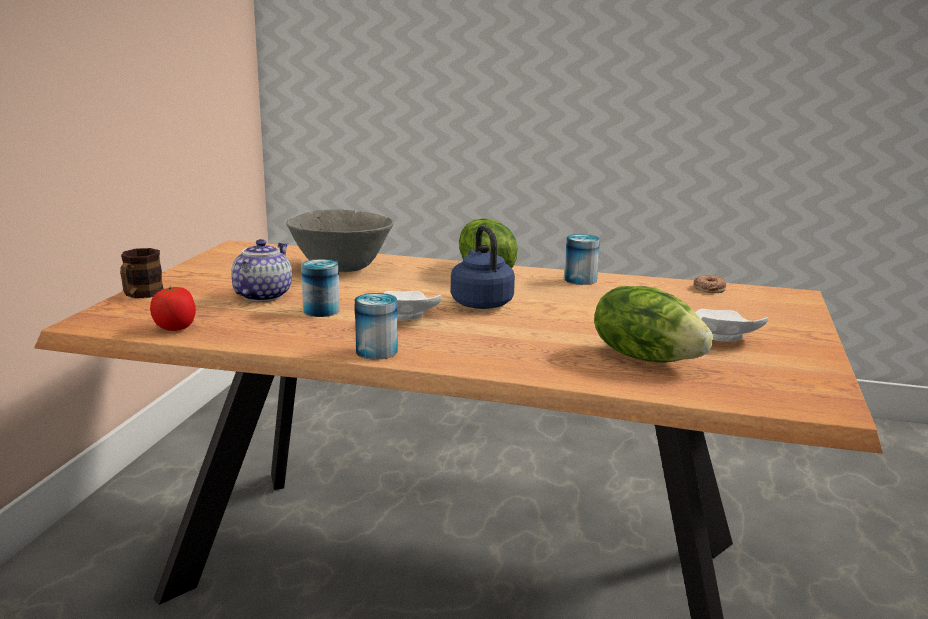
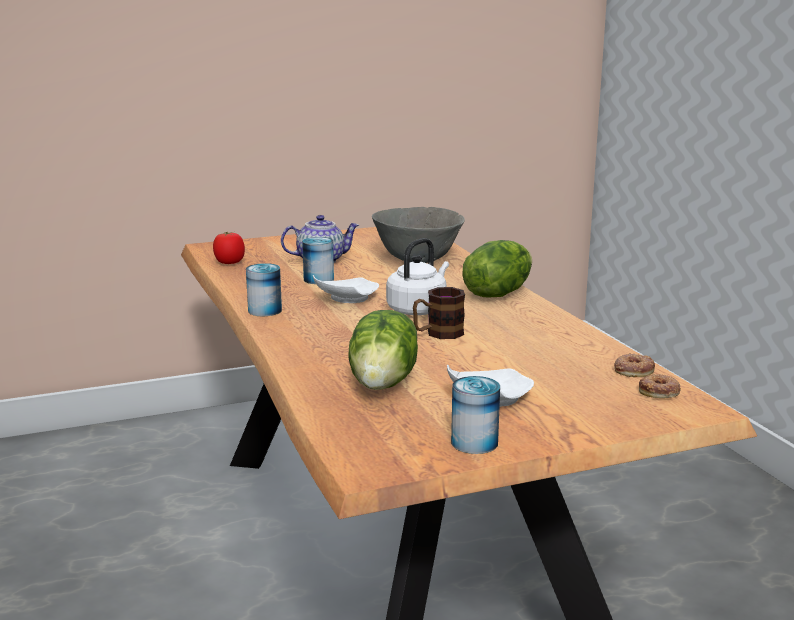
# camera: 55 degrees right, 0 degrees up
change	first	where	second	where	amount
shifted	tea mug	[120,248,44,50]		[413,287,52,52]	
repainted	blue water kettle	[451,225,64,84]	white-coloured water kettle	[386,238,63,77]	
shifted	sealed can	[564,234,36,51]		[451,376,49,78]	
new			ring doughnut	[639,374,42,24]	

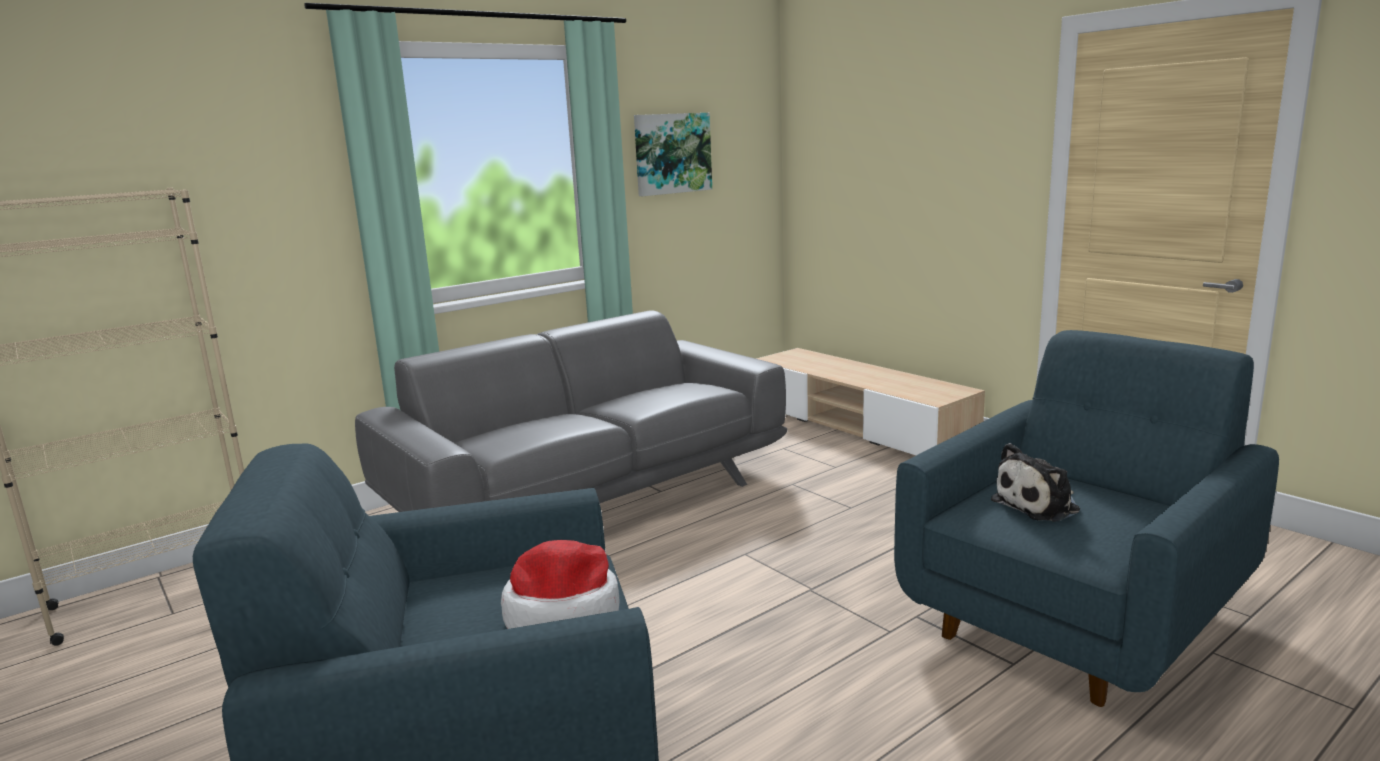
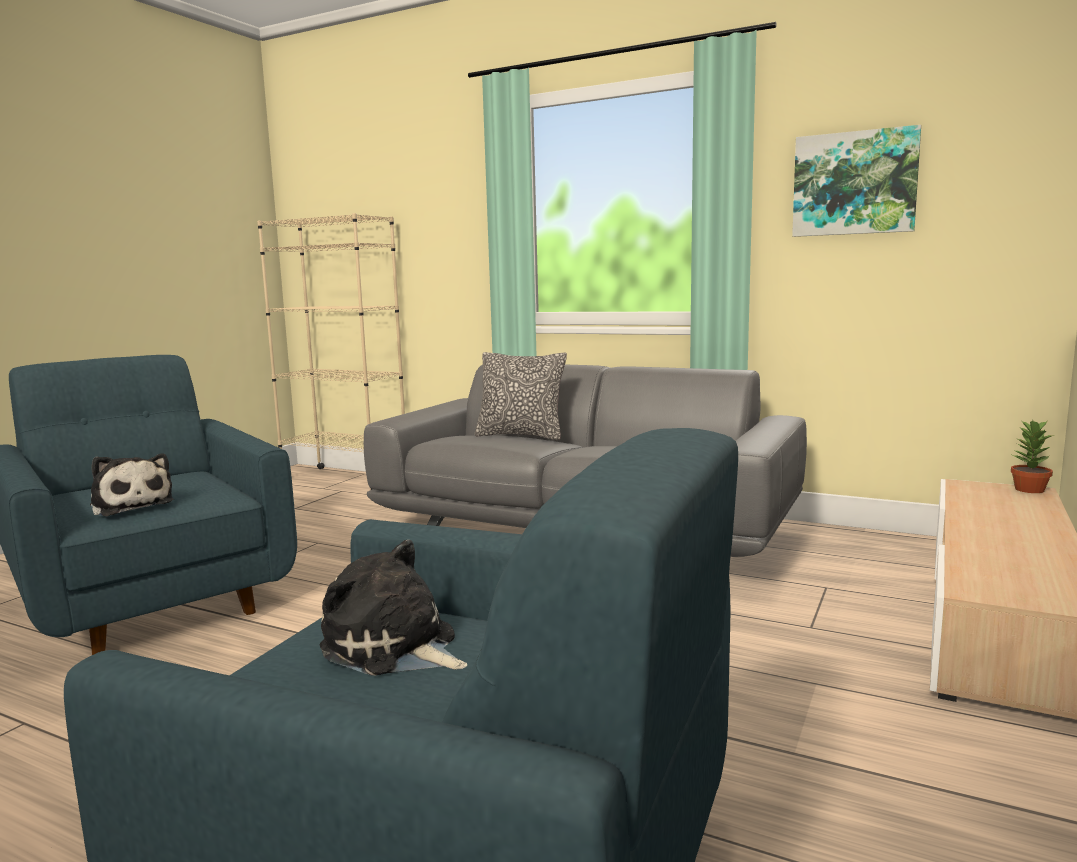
# camera: 65 degrees right, 5 degrees down
change	first	where	second	where	amount
swapped	hat	[501,540,119,89]	cuddly toy	[90,453,84,63]	
new			throw pillow	[475,352,92,88]	
new			potted plant	[1011,420,43,73]	

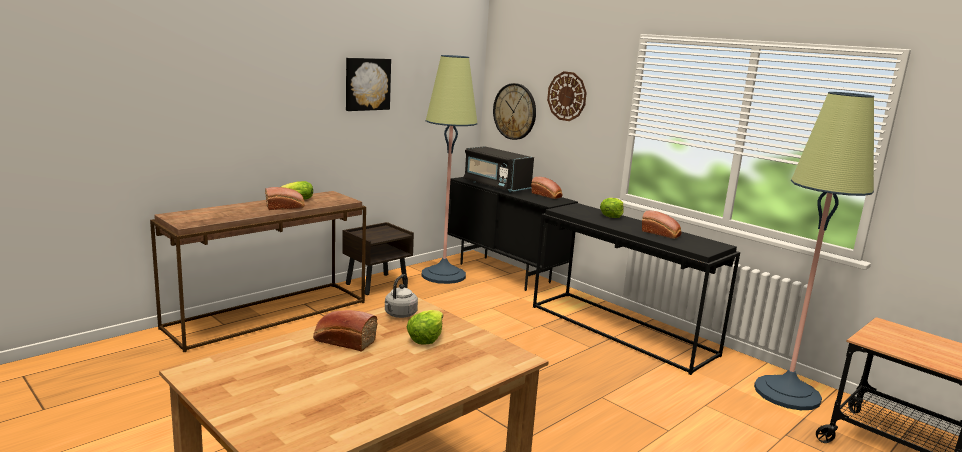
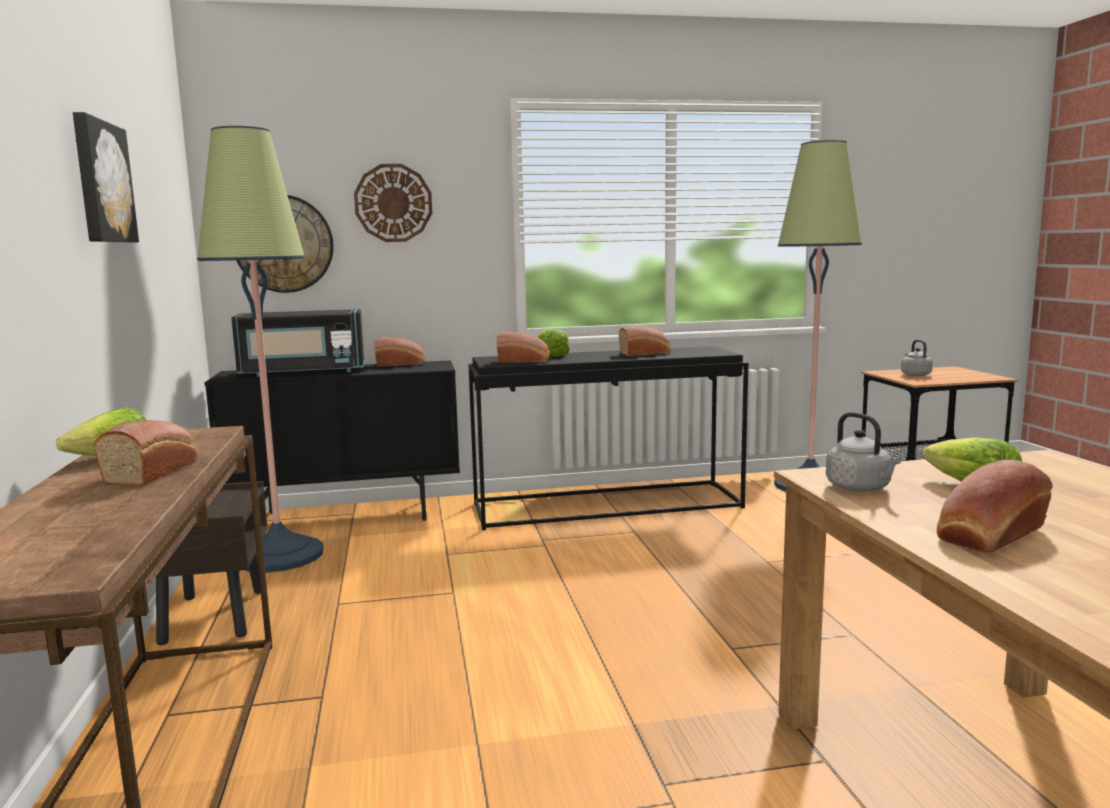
# camera: 55 degrees left, 5 degrees down
change	first	where	second	where	amount
new			baked bread	[497,332,53,31]	
new			greyish water kettle	[901,340,32,36]	

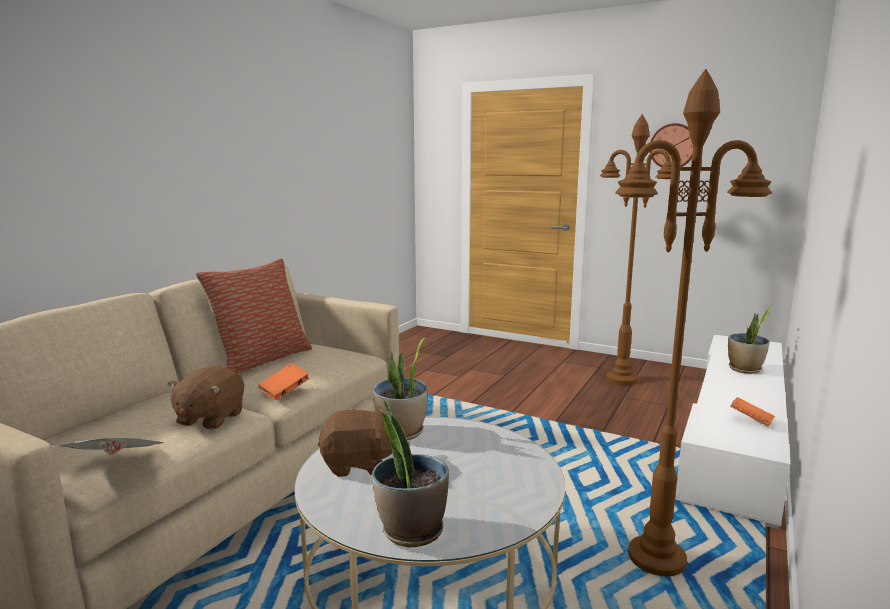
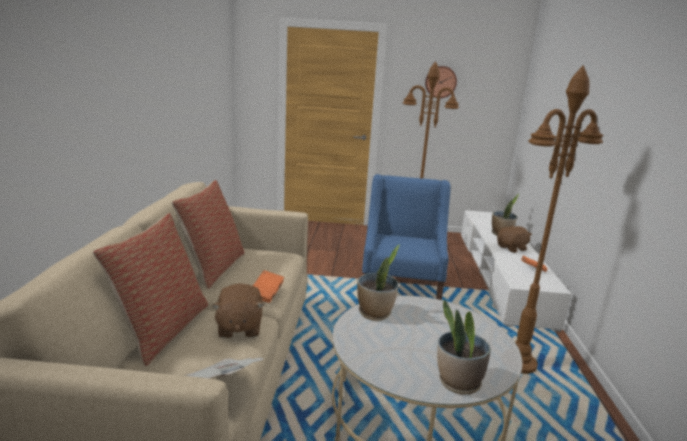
# camera: 25 degrees left, 5 degrees up
change	first	where	second	where	amount
shifted	brown-coloured cuddly toy	[318,407,74,70]		[497,225,35,28]	
new			throw pillow	[93,213,115,153]	
new			blue easy chair	[362,174,89,126]	

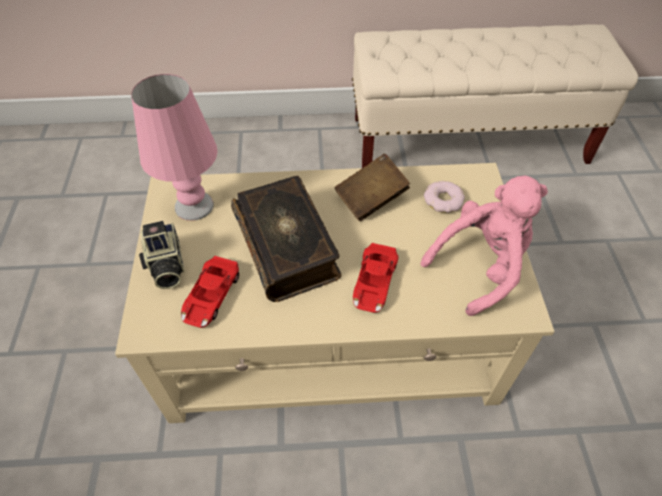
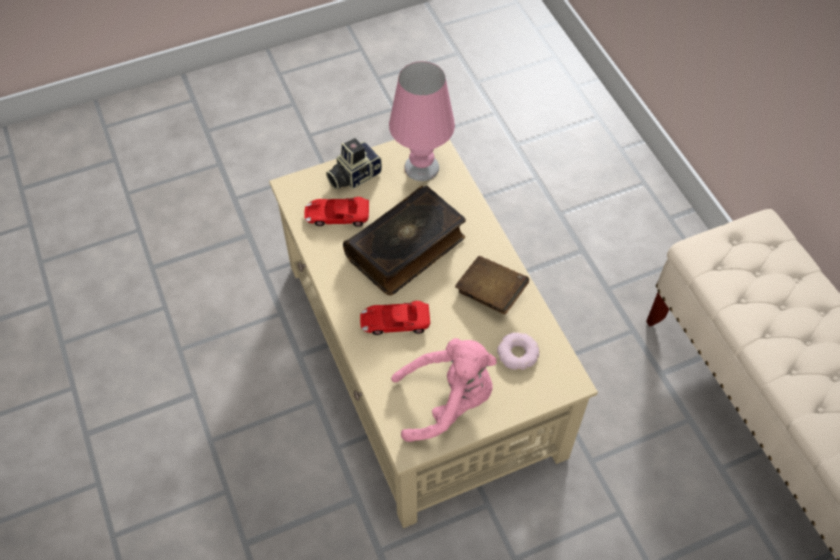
# camera: 70 degrees right, 5 degrees up
change	first	where	second	where	amount
rotated	pink cuddly toy	[420,176,128,140]		[391,338,106,104]	45 degrees counterclockwise

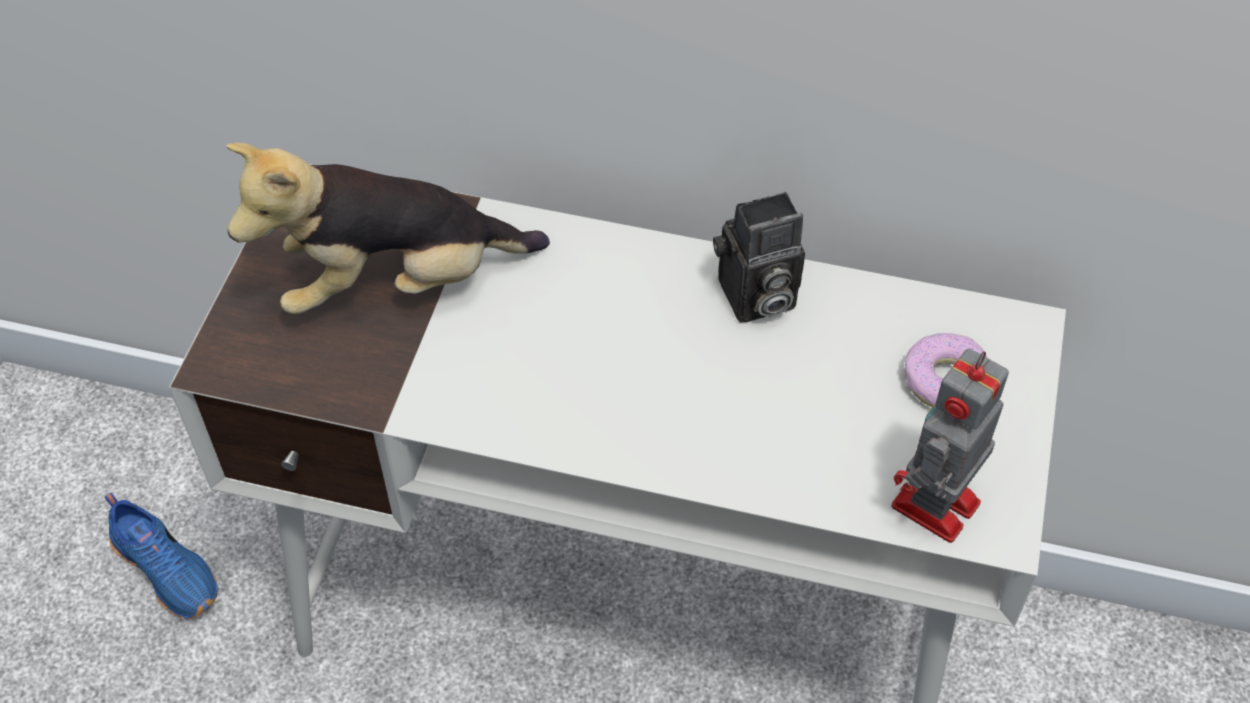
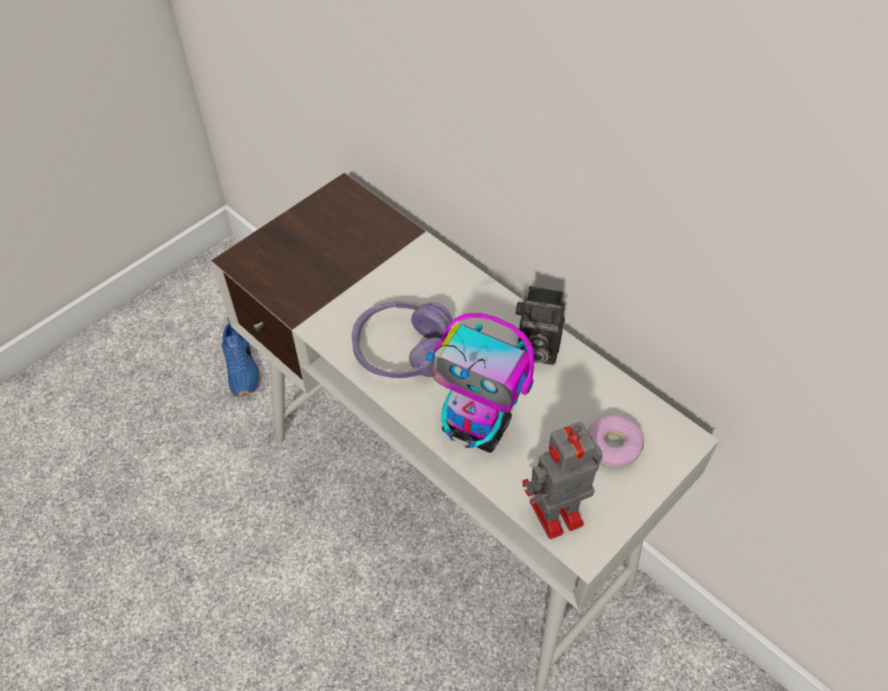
# camera: 30 degrees right, 0 degrees up
change	first	where	second	where	amount
gone	cuddly toy	[226,142,324,173]			
new			purplish pair of headphones	[352,301,100,77]	
new			robot figure	[426,313,109,140]	

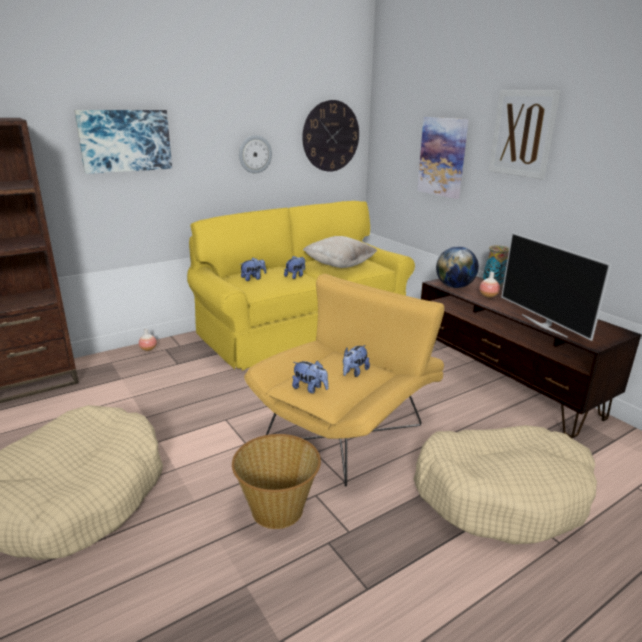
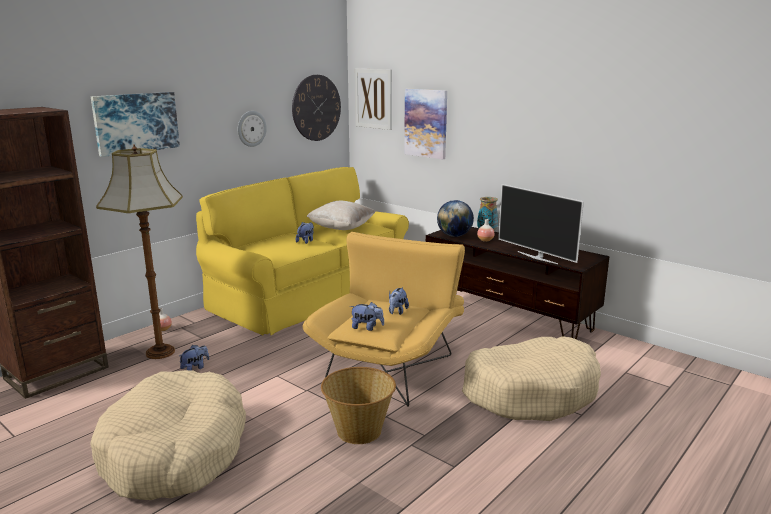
# camera: 15 degrees left, 5 degrees down
change	first	where	second	where	amount
shifted	cuddly toy	[241,258,25,23]		[179,345,30,25]	
shifted	wall art	[489,90,71,89]		[355,68,37,62]	
new			standard lamp	[96,144,87,215]	

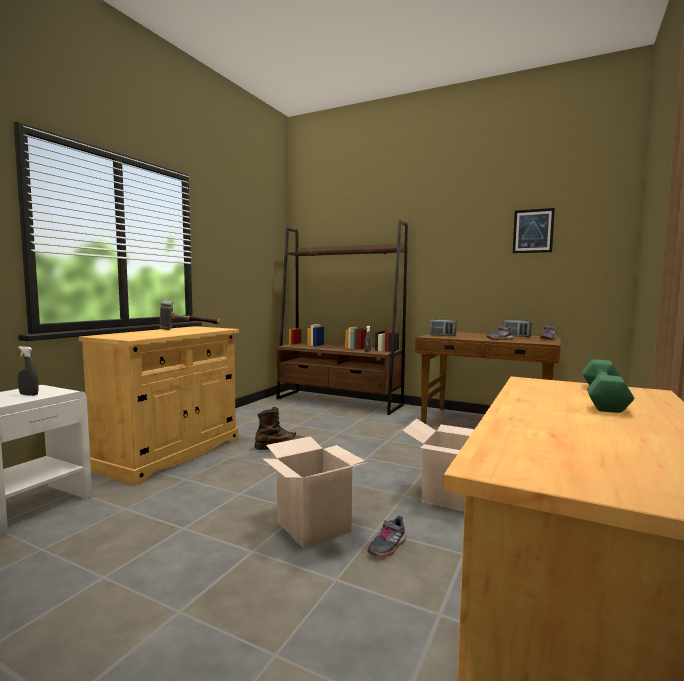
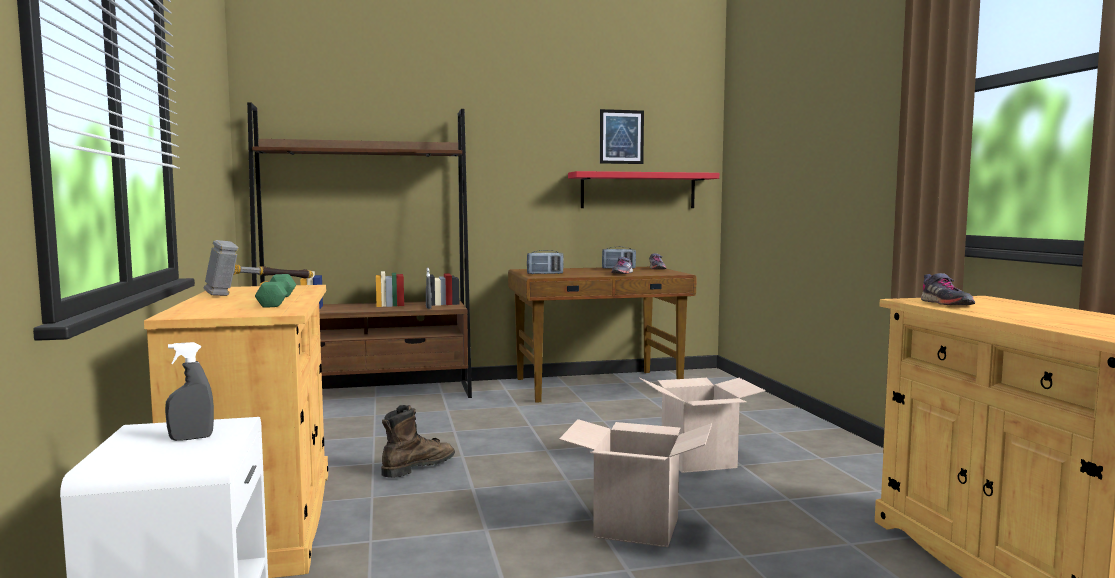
# camera: 40 degrees left, 0 degrees up
change	first	where	second	where	amount
shifted	greyish item of footwear	[367,516,39,41]		[921,273,54,32]	
shifted	green hand weight	[582,359,52,54]		[255,274,41,34]	
new			reddish shelf	[568,171,151,37]	

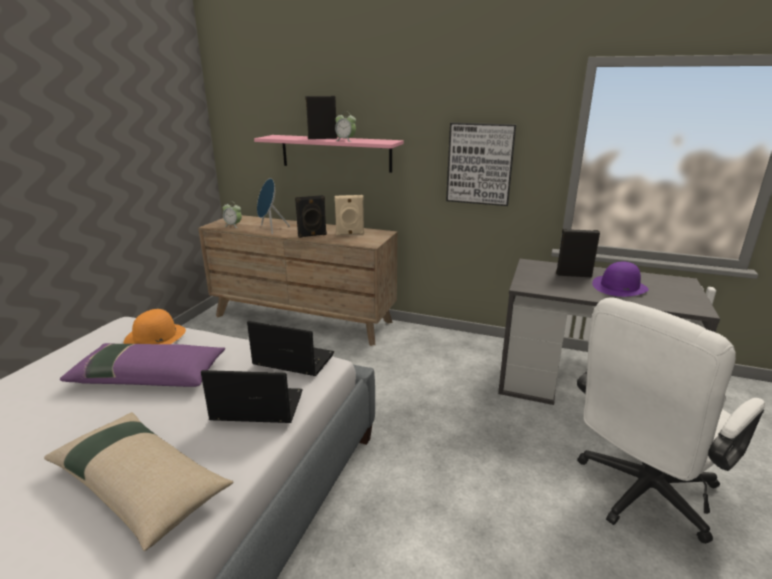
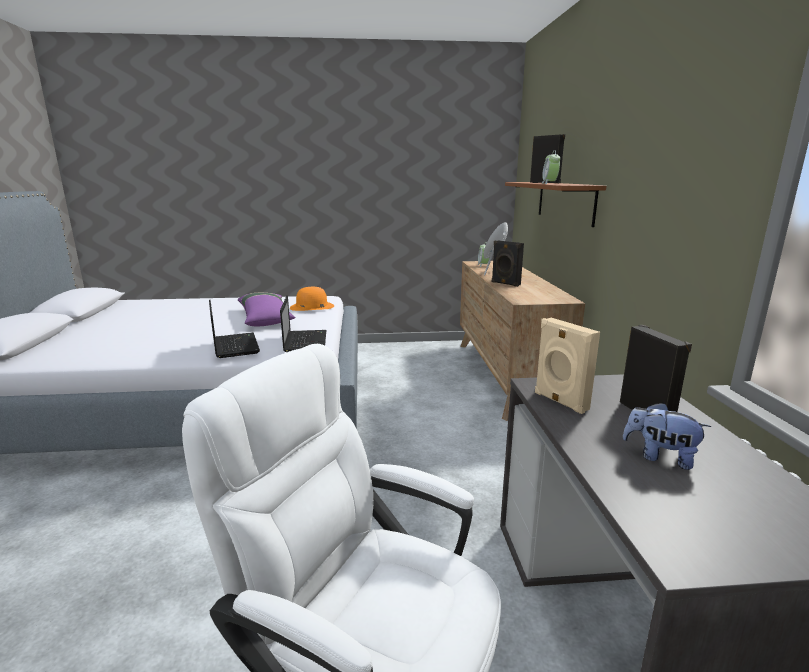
# camera: 65 degrees right, 5 degrees down
change	first	where	second	where	amount
gone	beige-coloured throw pillow	[44,412,189,139]			
repainted	pink shelf	[254,135,150,38]	brown-coloured shelf	[505,182,101,45]	
shifted	beige-coloured audio speaker	[335,195,29,41]		[535,318,65,96]	
gone	wall art	[446,123,70,83]			
swapped	purplish hat	[592,262,57,35]	cuddly toy	[623,402,88,68]	

